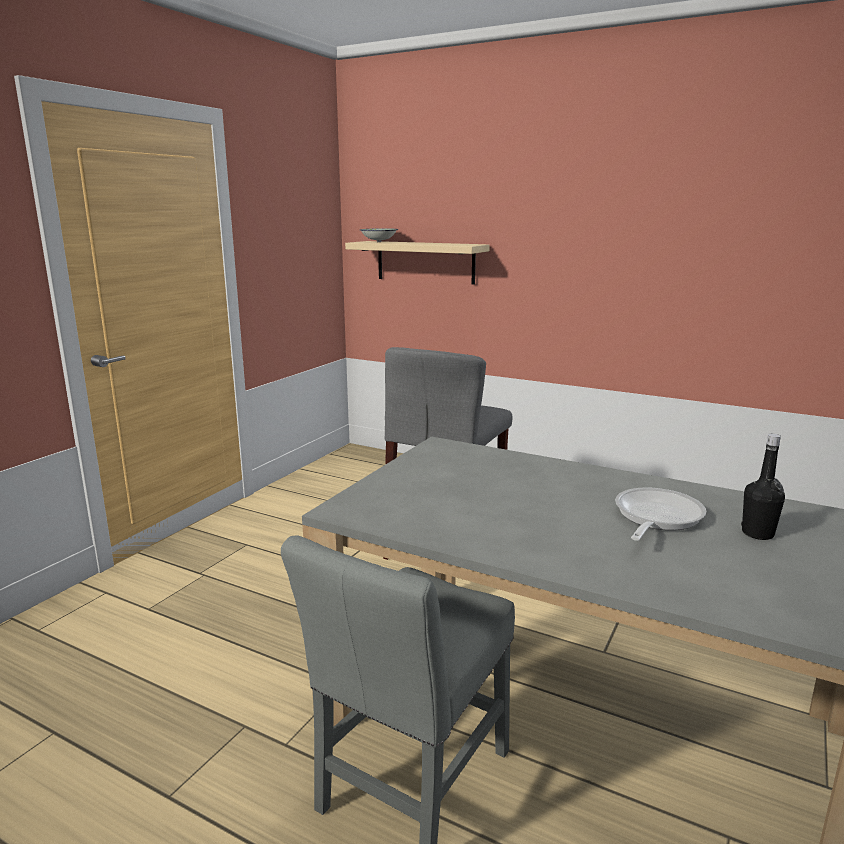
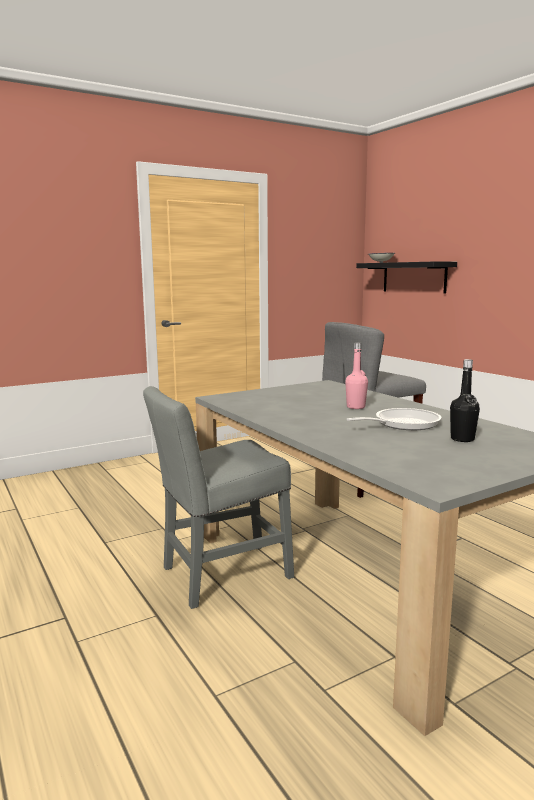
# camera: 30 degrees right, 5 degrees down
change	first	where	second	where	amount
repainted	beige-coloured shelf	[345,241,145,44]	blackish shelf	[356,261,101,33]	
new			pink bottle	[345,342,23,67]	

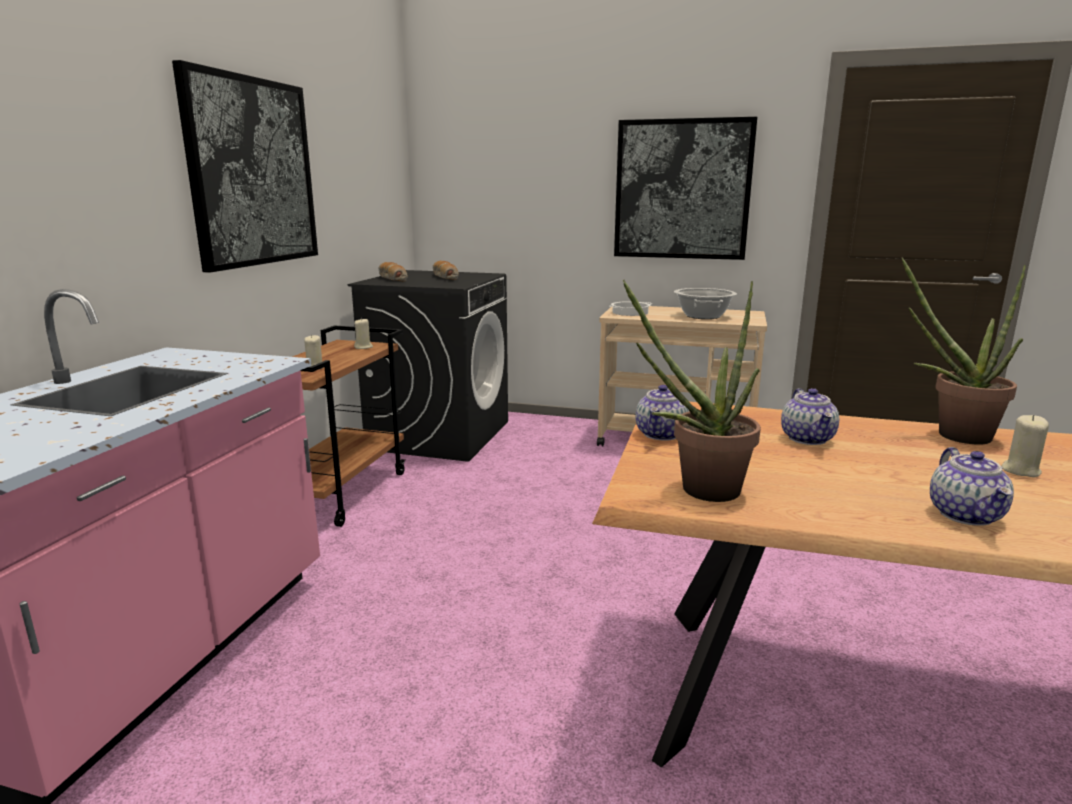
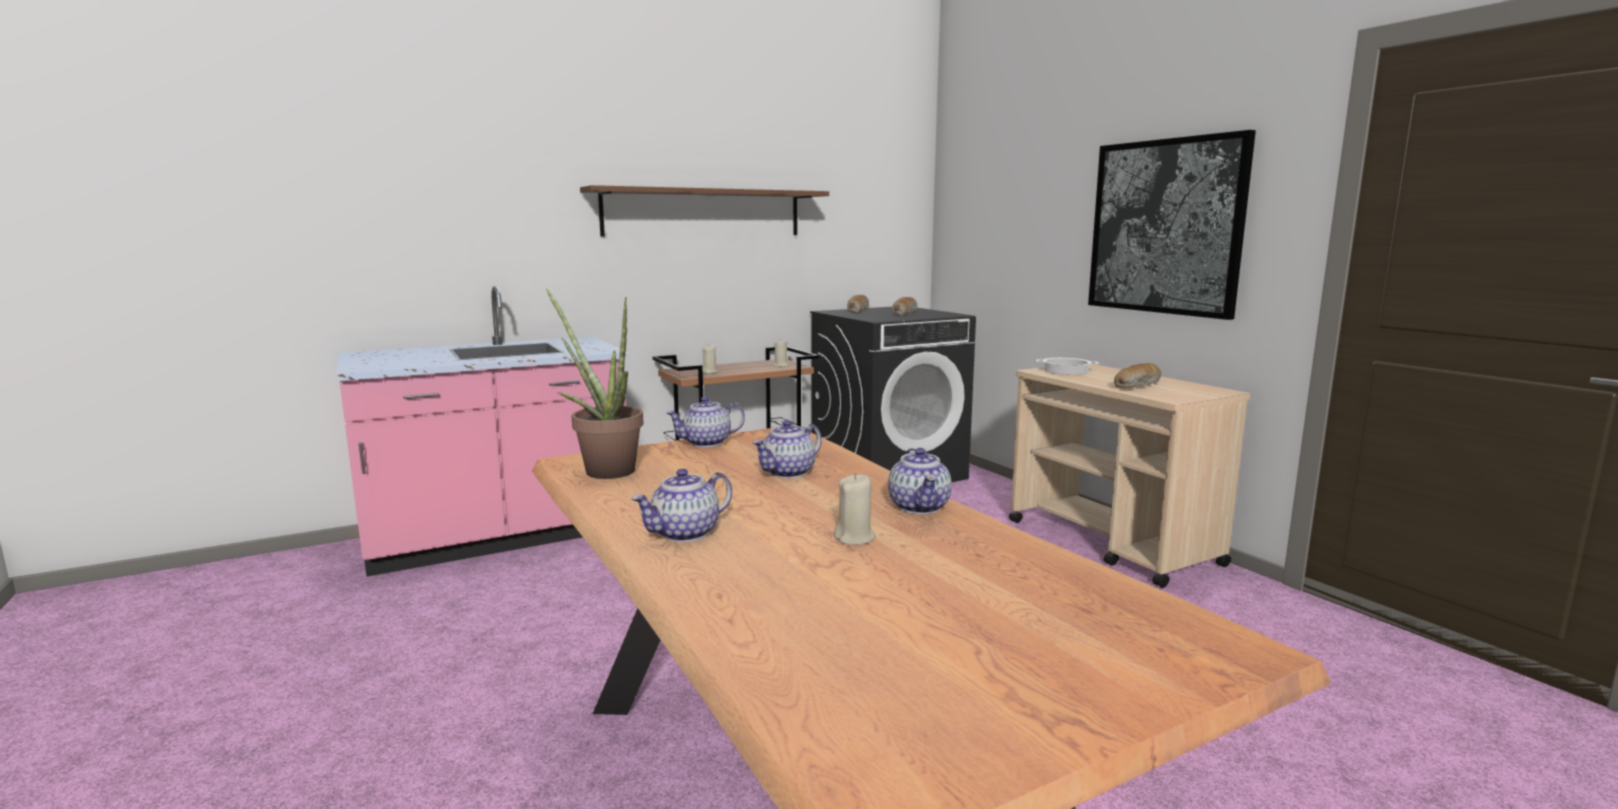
# camera: 45 degrees right, 5 degrees down
change	first	where	second	where	amount
swapped	wall art	[172,60,146,213]	brown-coloured shelf	[580,185,249,51]	
swapped	cooking pot	[674,288,63,31]	baked bread	[1114,363,47,25]	
swapped	potted plant	[902,257,124,188]	teapot	[888,448,64,66]	

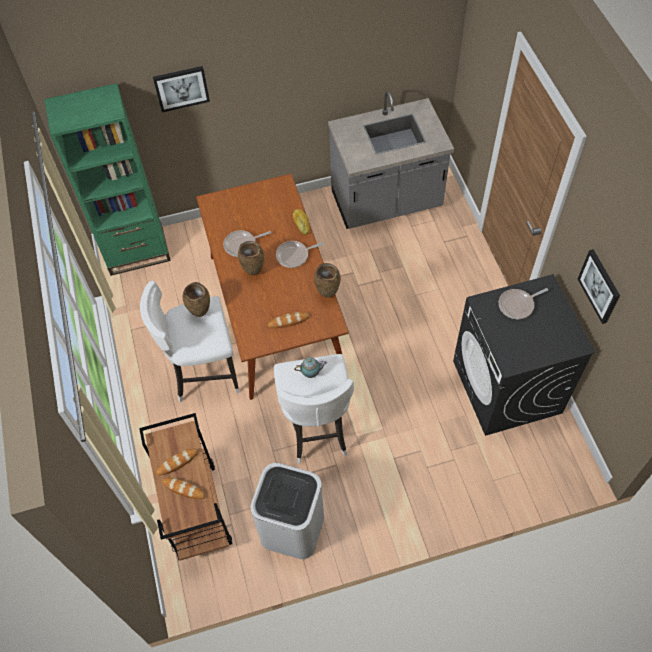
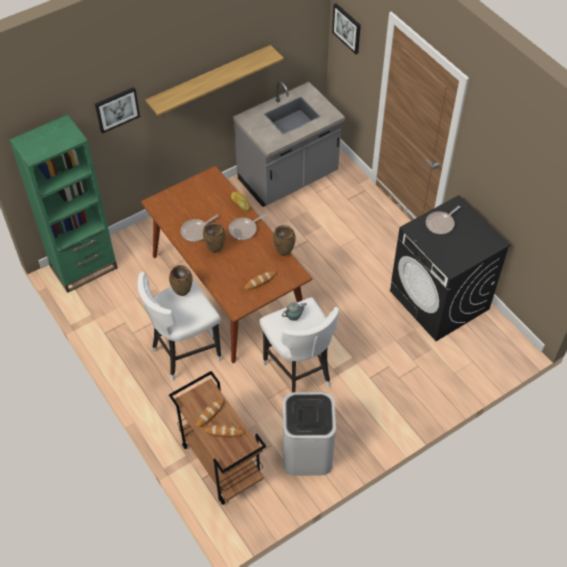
# camera: 20 degrees left, 5 degrees down
change	first	where	second	where	amount
shifted	wall art	[578,249,42,75]		[332,3,29,51]	
new			shelf	[146,45,138,71]	

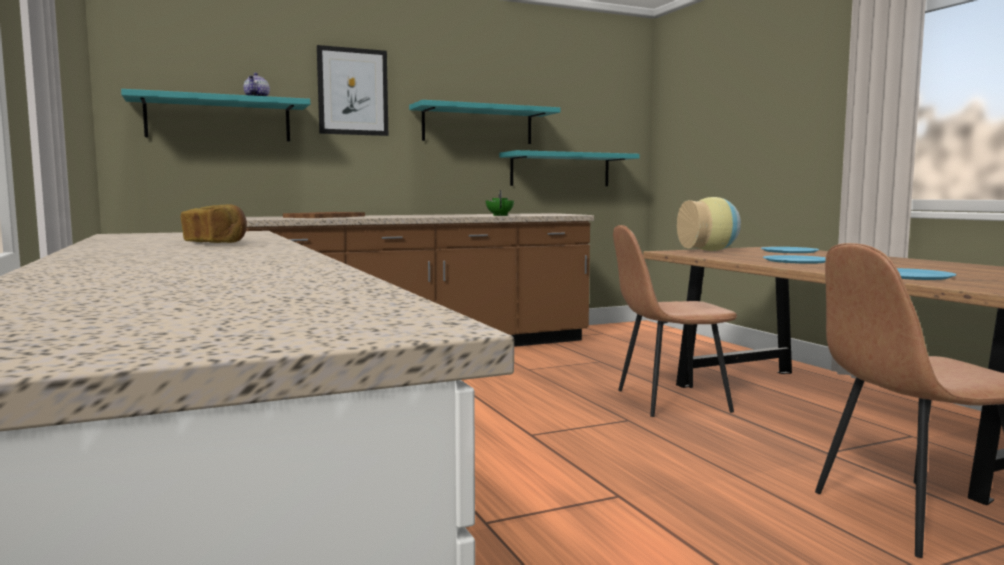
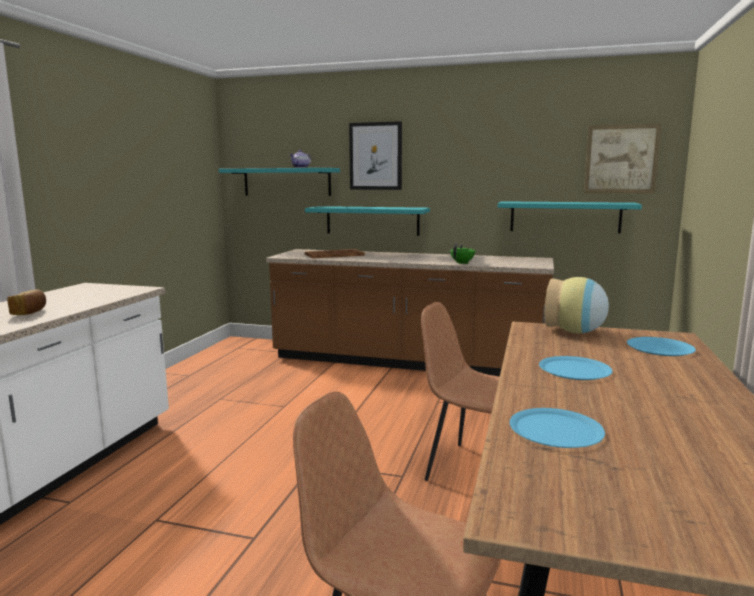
# camera: 40 degrees right, 5 degrees up
change	first	where	second	where	amount
shifted	blue-green shelf	[409,100,152,44]		[305,206,125,30]	
new			wall art	[584,124,77,69]	

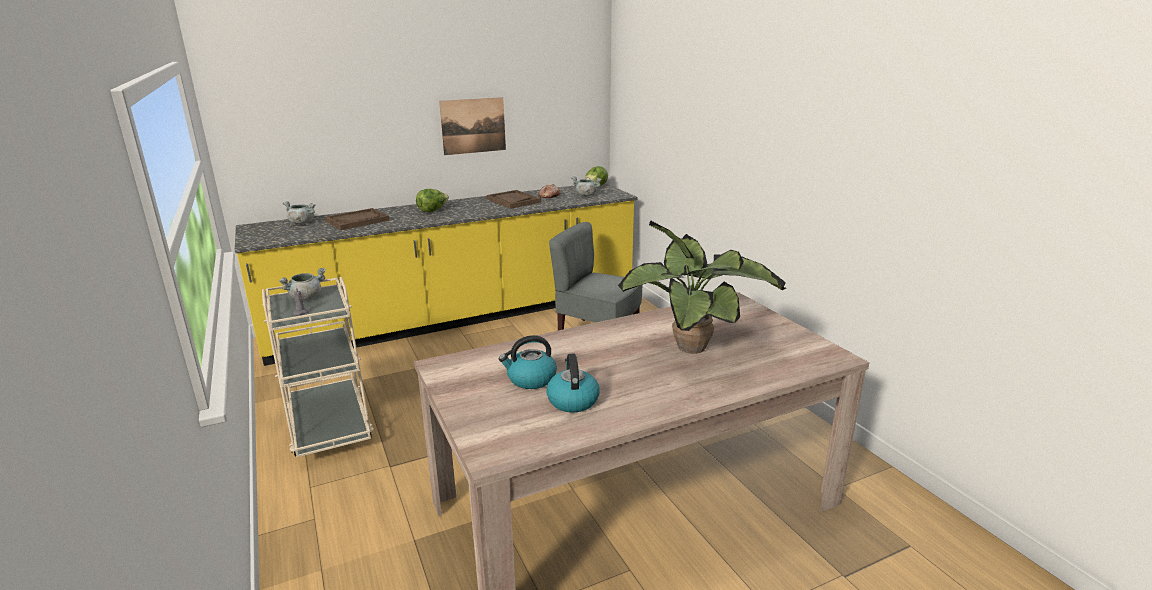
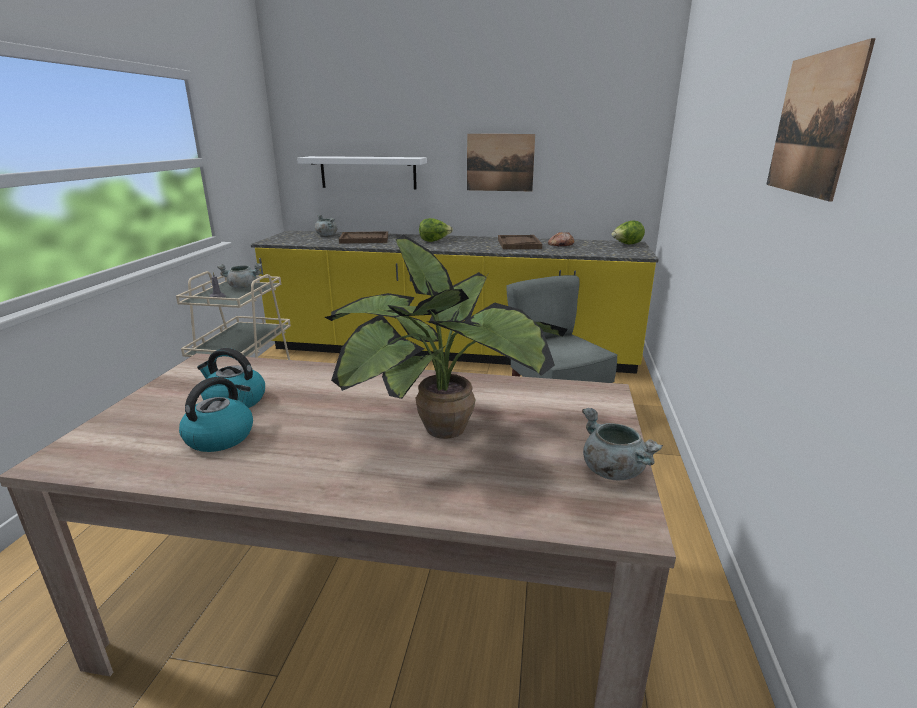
# camera: 35 degrees right, 0 degrees up
change	first	where	second	where	amount
shifted	greyish cooking pot	[571,176,31,20]		[582,408,81,72]	
new			white-coloured shelf	[297,156,130,33]	
new			wall art	[766,38,110,164]	

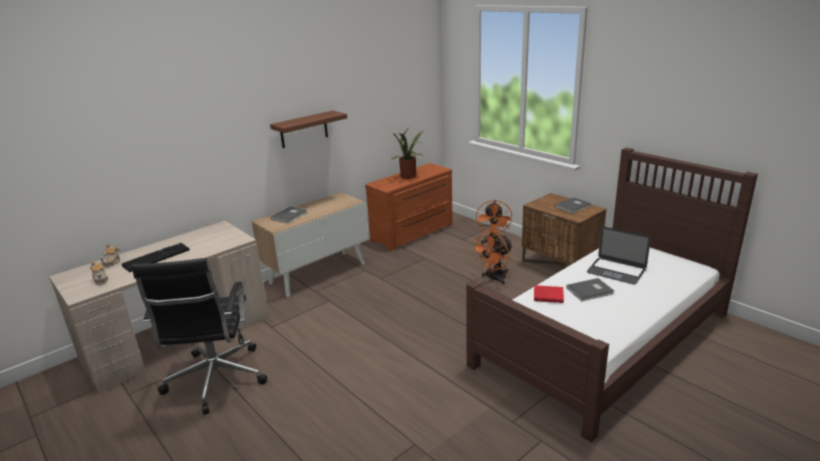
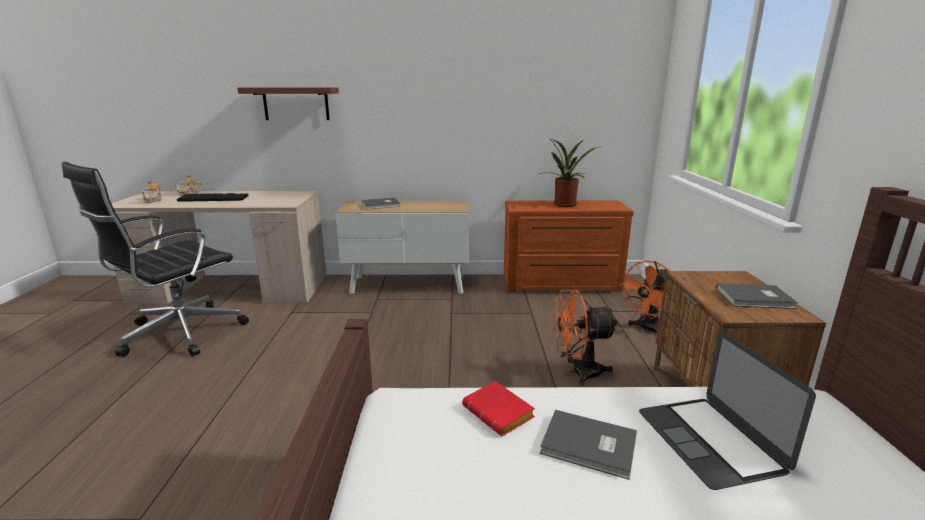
# camera: 40 degrees right, 5 degrees down
change	first	where	second	where	amount
shifted	brown-coloured shelf	[270,110,77,38]		[237,87,102,33]	

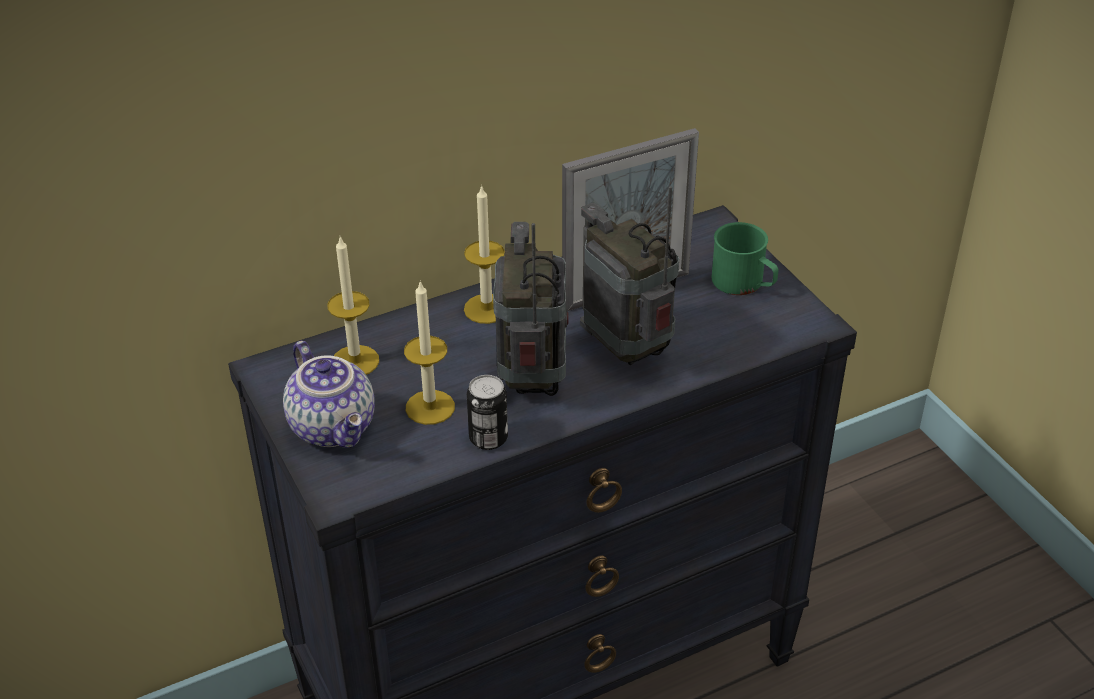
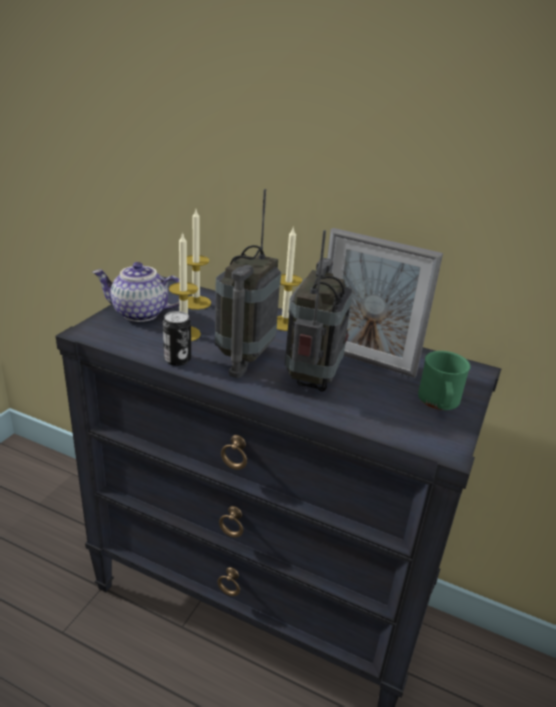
# camera: 50 degrees right, 10 degrees down
change	first	where	second	where	amount
rotated	teapot	[283,341,92,107]		[92,262,88,60]	75 degrees clockwise
rotated	radio set	[493,222,76,174]		[215,189,66,189]	150 degrees clockwise

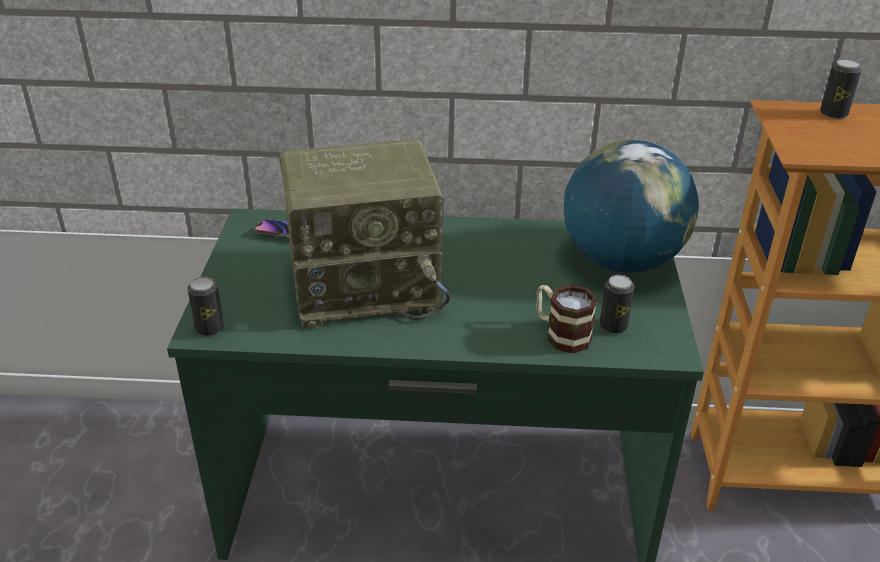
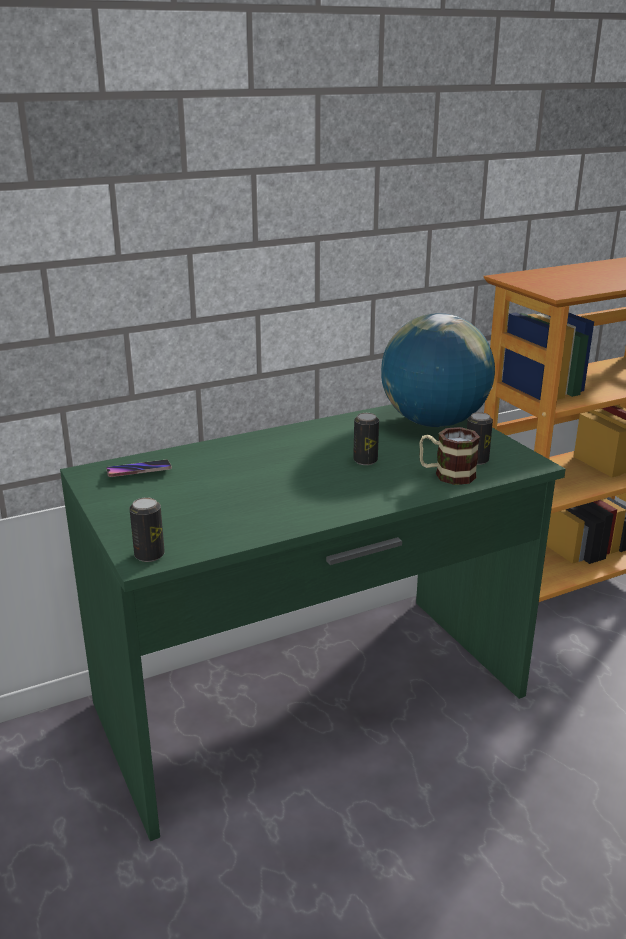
# camera: 30 degrees left, 10 degrees down
change	first	where	second	where	amount
gone	radio set	[280,139,171,190]			
shifted	sealed can	[820,59,42,60]		[353,413,26,52]	

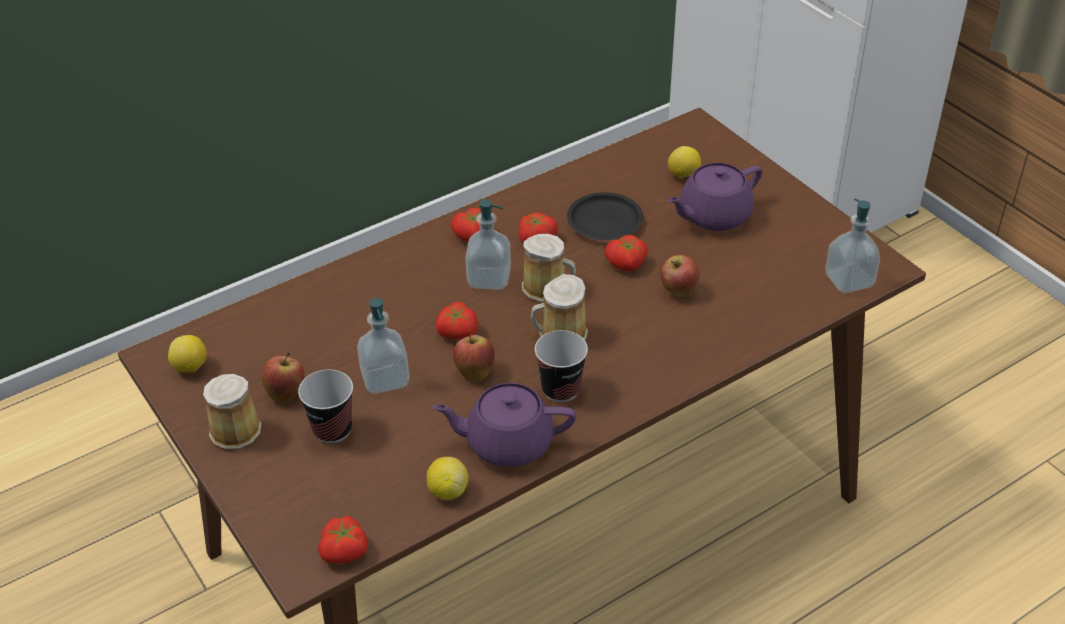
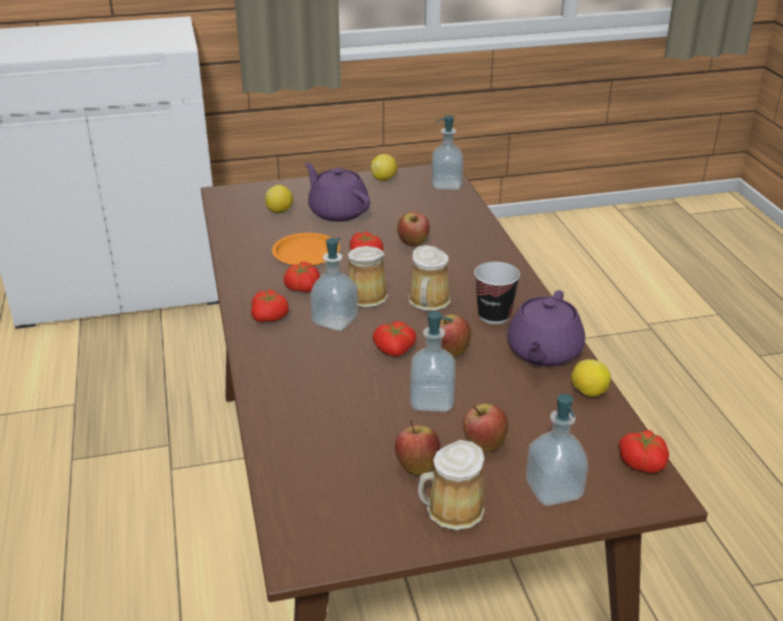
# camera: 70 degrees left, 10 degrees down
change	first	where	second	where	amount
shifted	whole lemon	[168,335,39,38]		[371,154,26,27]	
swapped	drinking cup	[298,370,55,73]	apple fruit	[463,403,45,49]	
repainted	blackish dinner plate	[567,192,76,48]	orange dinner plate	[272,233,68,33]	
rotated	purplish teapot	[668,163,94,68]		[305,162,65,60]	150 degrees clockwise
new			liquid soap bottle	[526,394,62,112]	

